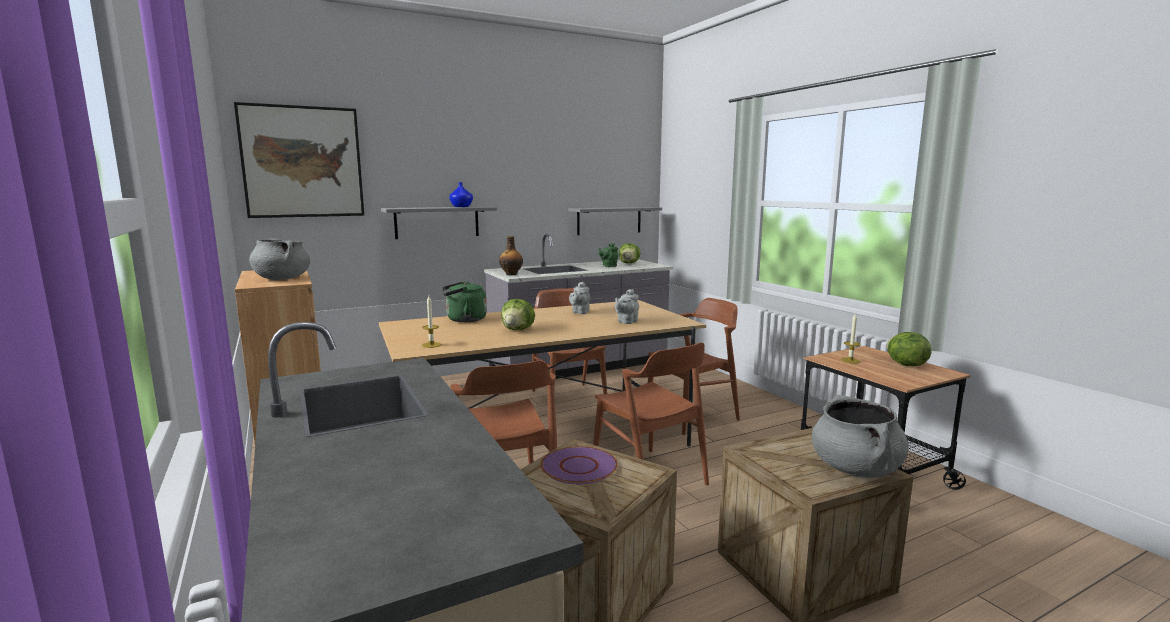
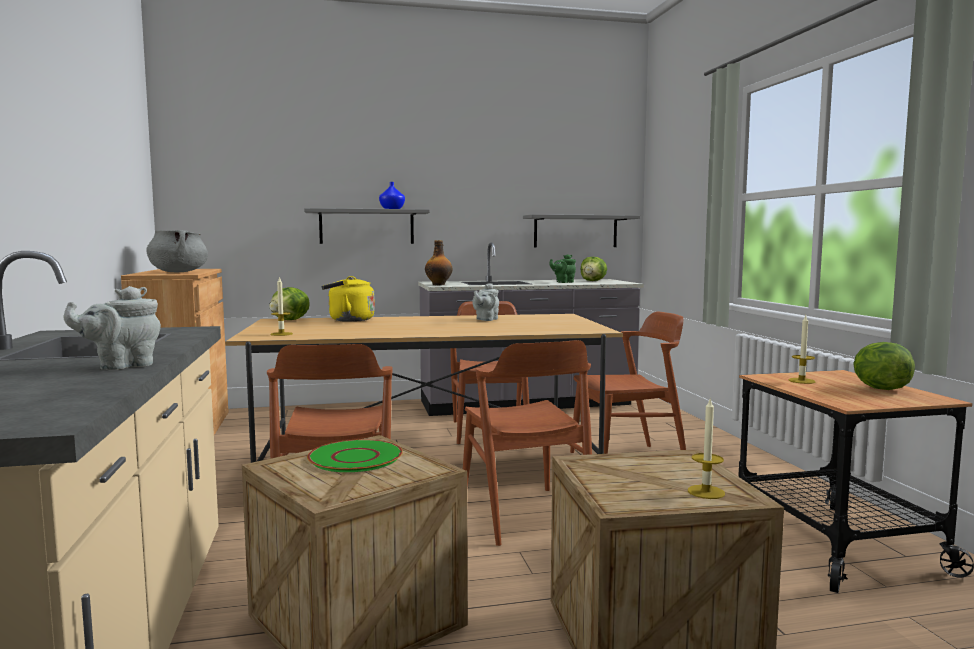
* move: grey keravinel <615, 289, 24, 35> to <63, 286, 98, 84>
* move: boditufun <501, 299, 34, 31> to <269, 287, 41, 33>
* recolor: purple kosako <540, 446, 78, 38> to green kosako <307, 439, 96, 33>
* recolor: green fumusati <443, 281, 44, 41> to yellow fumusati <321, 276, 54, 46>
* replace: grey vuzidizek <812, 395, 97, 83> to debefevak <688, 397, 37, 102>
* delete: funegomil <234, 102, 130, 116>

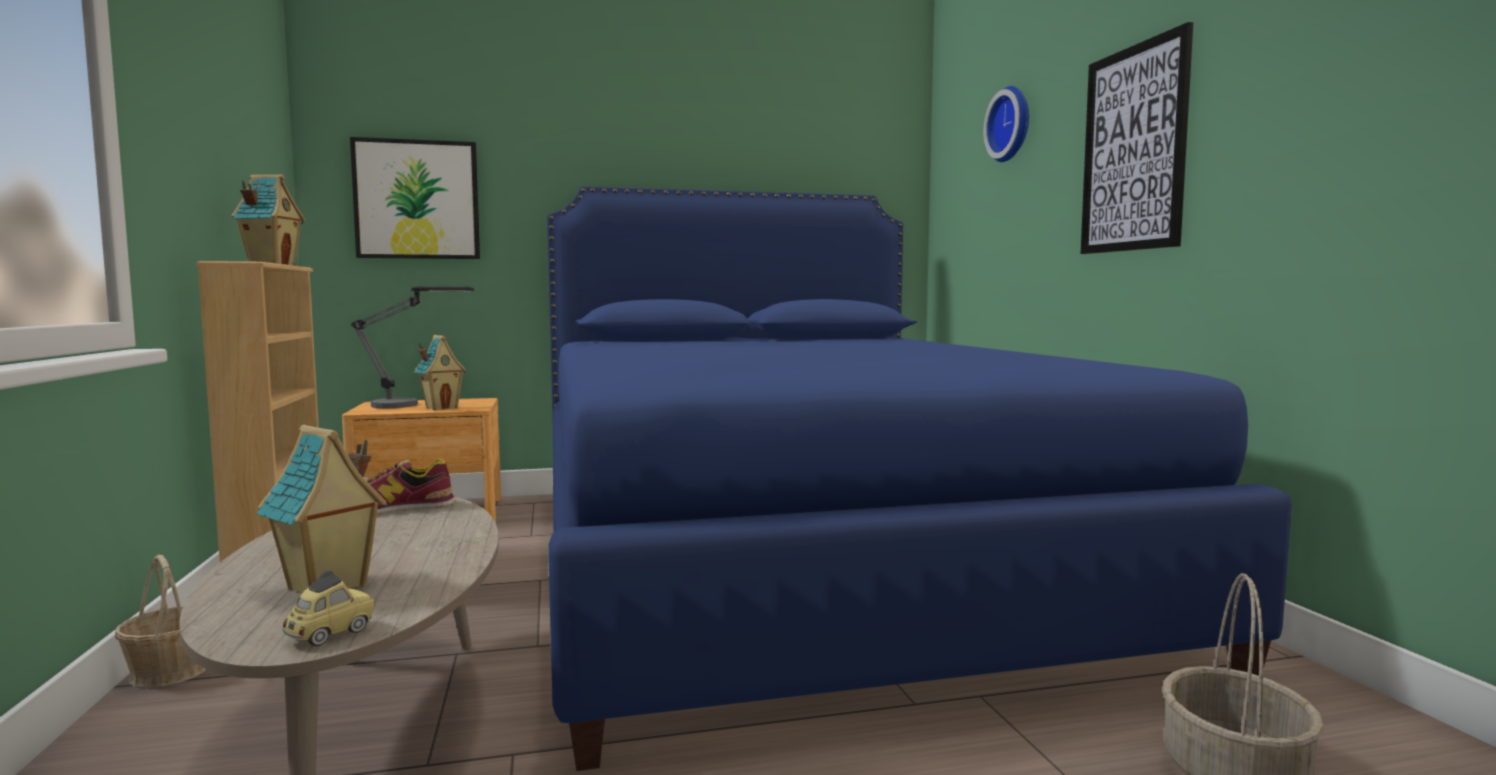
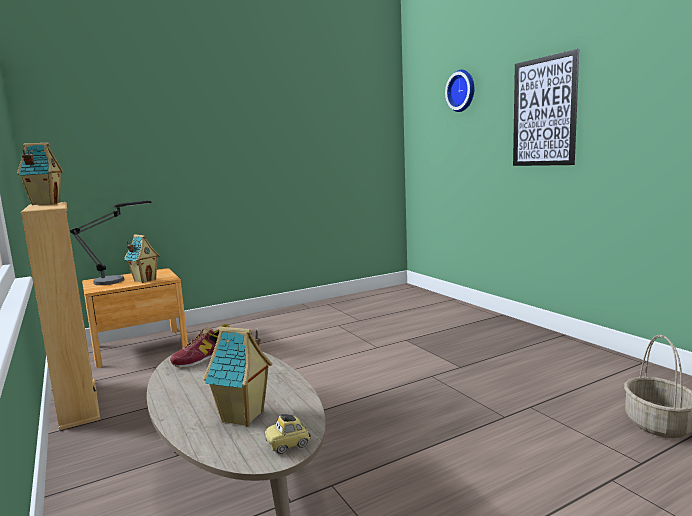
* rotate: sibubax <283, 570, 92, 76> = <264, 414, 47, 40> 135 degrees counterclockwise
* delete: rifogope <115, 555, 91, 133>
* delete: funegomil <350, 137, 130, 122>
* delete: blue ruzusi <547, 186, 745, 585>

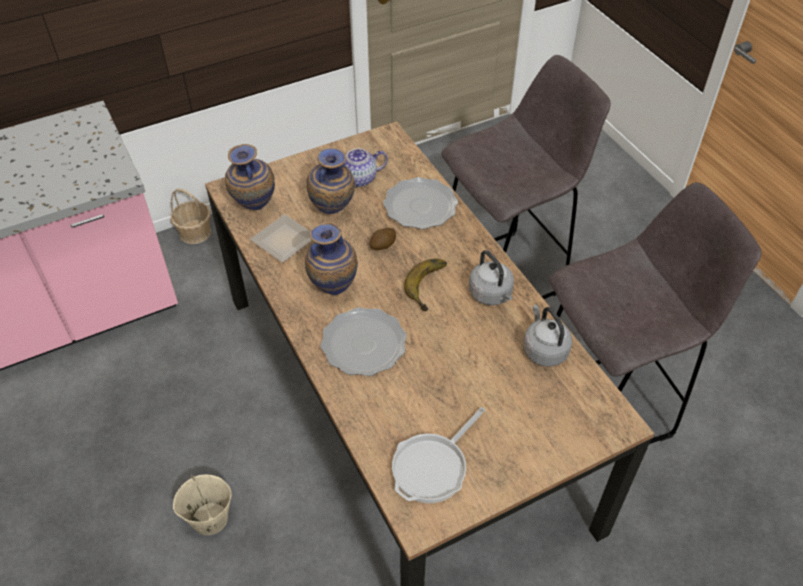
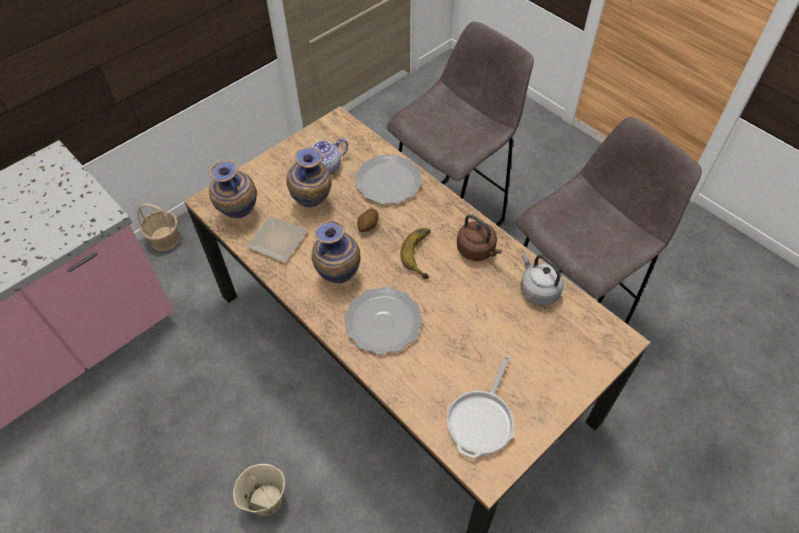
* recolor: grey fumusati <469, 250, 45, 55> to brown fumusati <457, 214, 45, 47>

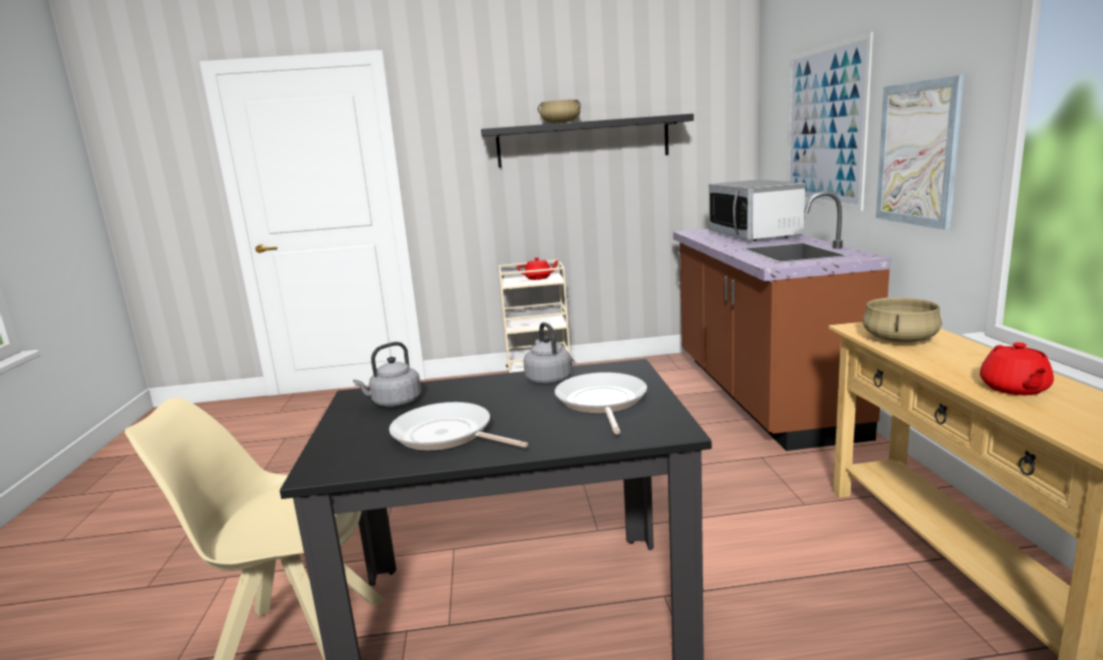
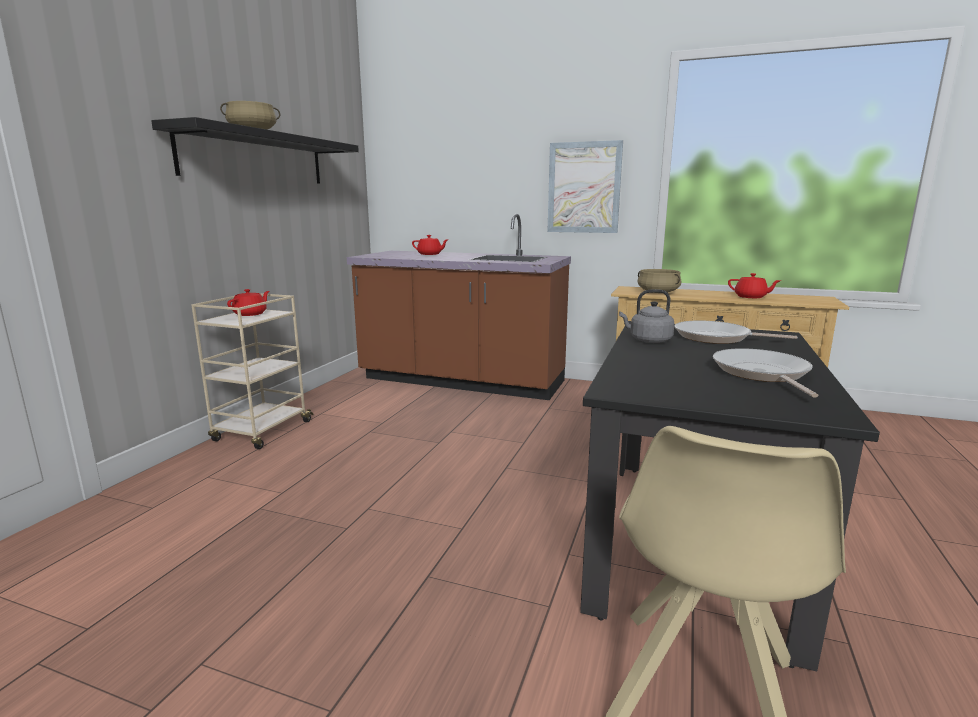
* replace: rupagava <709, 180, 96, 61> to red keravinel <412, 235, 37, 20>
* rotate: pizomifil <389, 402, 139, 49> = <713, 348, 106, 50> 120 degrees clockwise
* delete: grey fumusati <353, 342, 68, 65>
* delete: funegomil <787, 32, 86, 179>

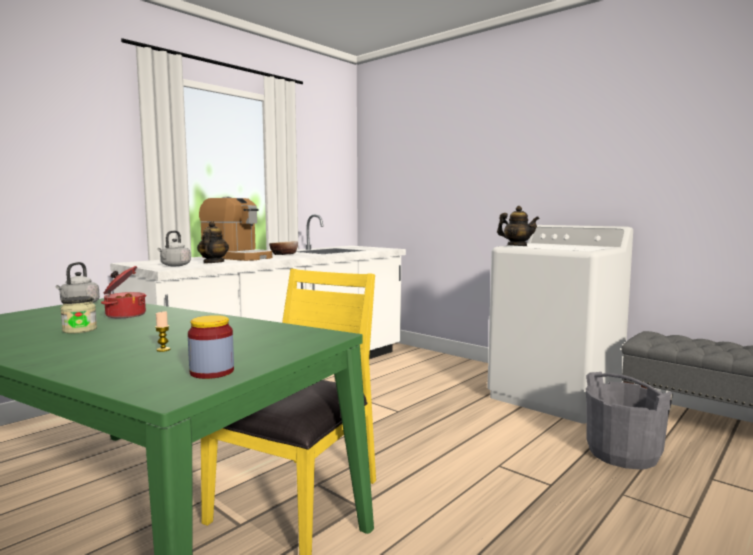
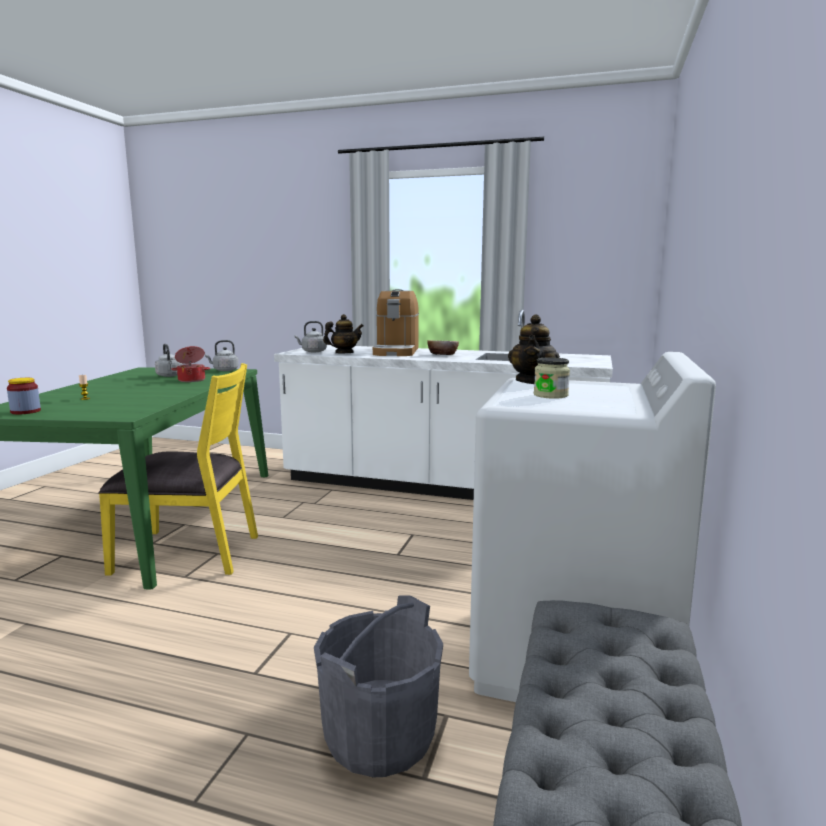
* insert: grey fumusati <155, 344, 27, 33>
* move: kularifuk <60, 296, 37, 37> to <534, 358, 36, 41>

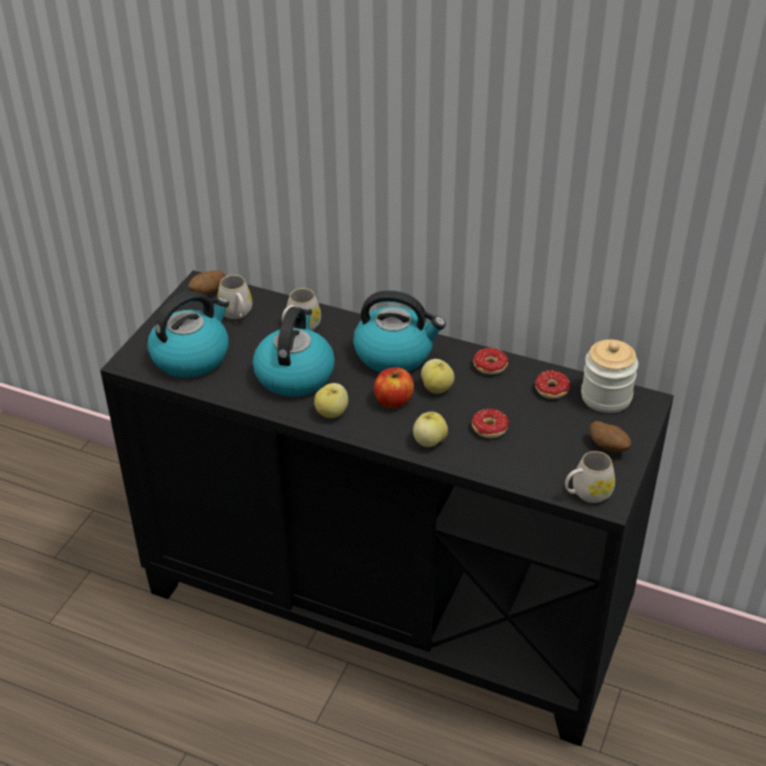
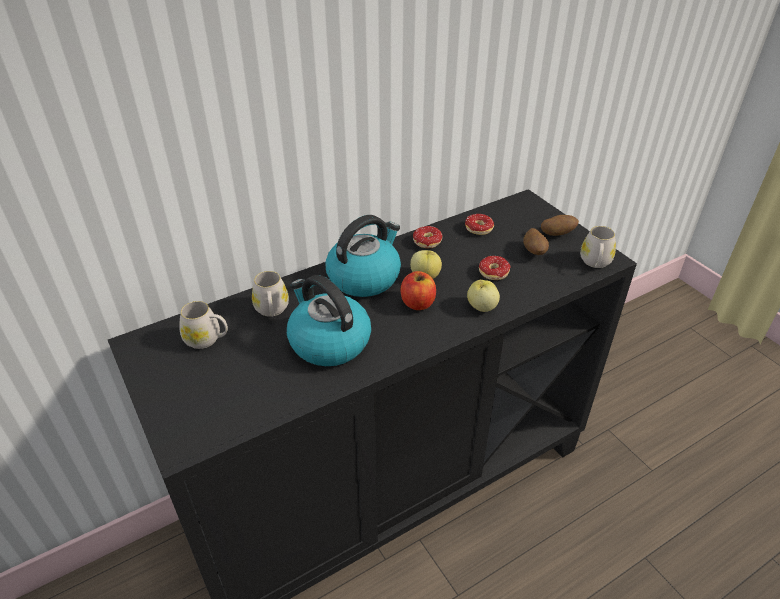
* move: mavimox <188, 271, 37, 24> to <523, 228, 26, 27>
* delete: fumusati <148, 291, 81, 87>
* delete: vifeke <314, 383, 34, 35>
* delete: kularifuk <581, 339, 57, 74>

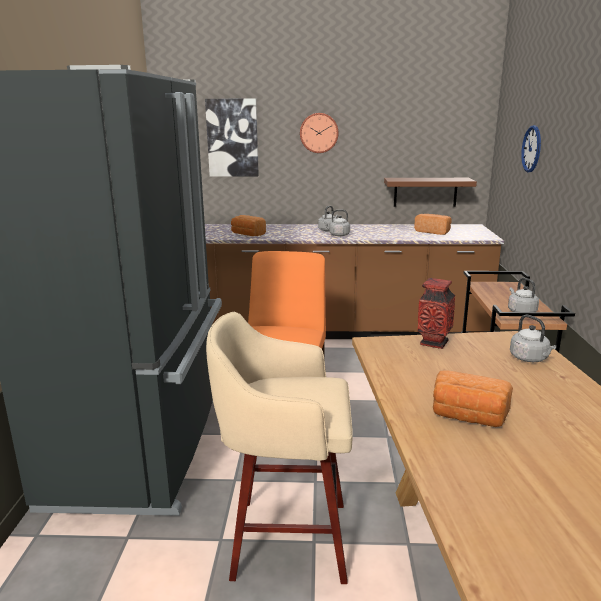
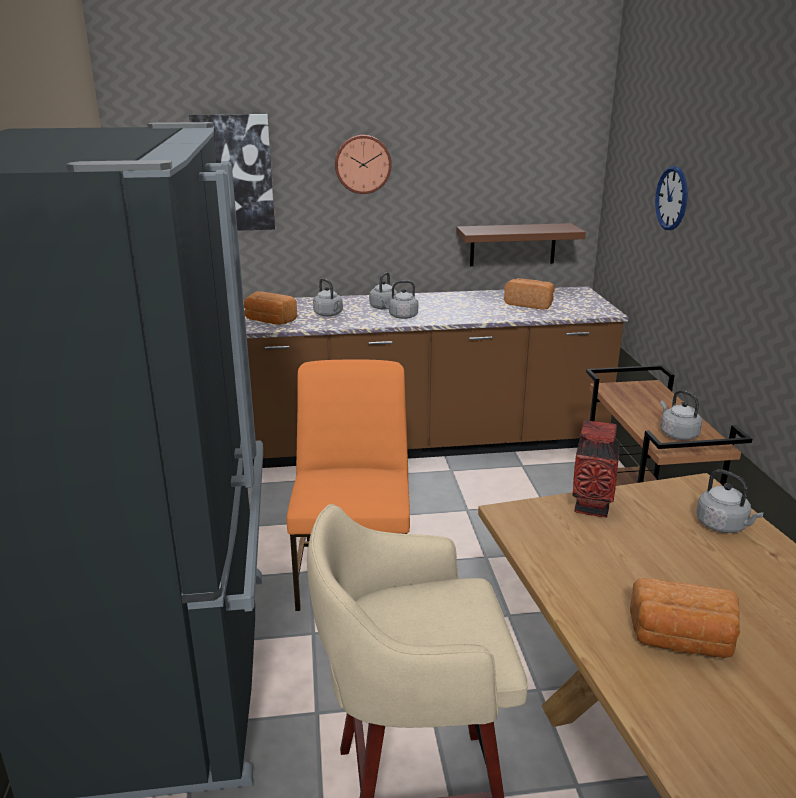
* insert: grey fumusati <313, 278, 30, 38>

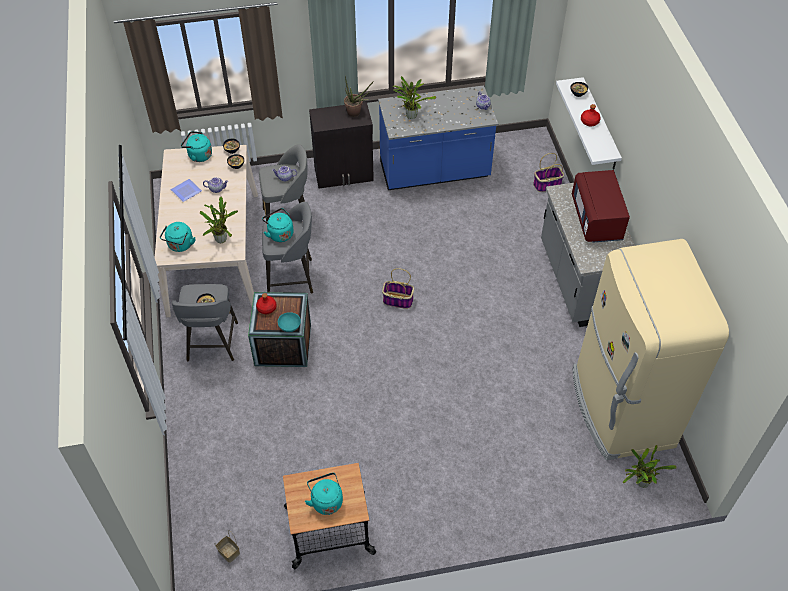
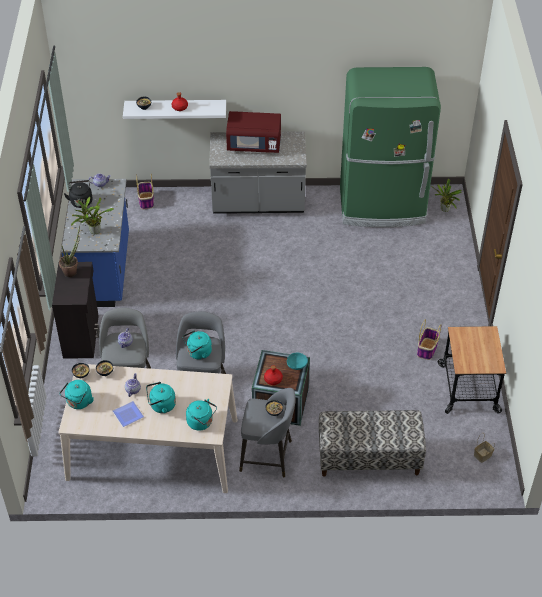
* insert: black fumusati <64, 180, 28, 28>
* move: turquoise fumusati <305, 473, 38, 42> to <146, 382, 30, 31>
* insert: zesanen <319, 410, 107, 67>
* recolor: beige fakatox <573, 239, 156, 221> to green fakatox <340, 67, 101, 160>
* move: rifogope <382, 268, 32, 41> to <417, 319, 24, 41>
* delete: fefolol <200, 197, 38, 46>

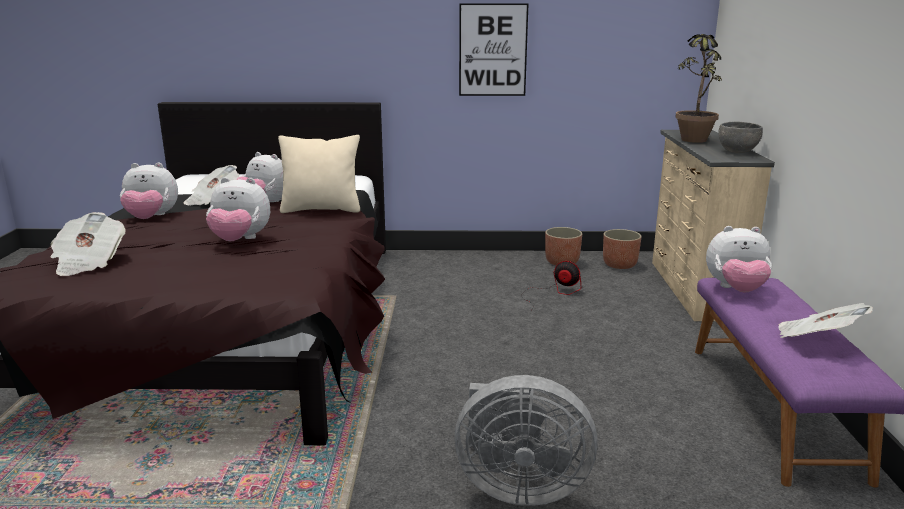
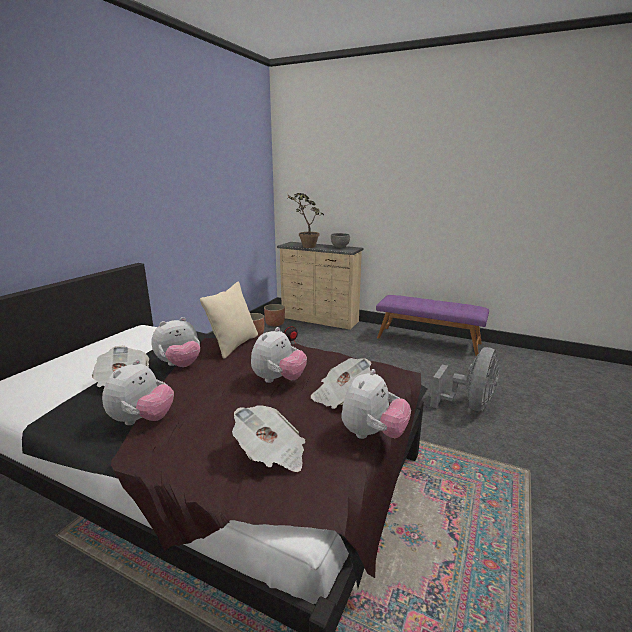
* move: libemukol <778, 303, 95, 35> to <311, 358, 61, 51>
* move: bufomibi <706, 226, 66, 67> to <341, 369, 70, 70>
* delete: funegomil <459, 3, 70, 93>

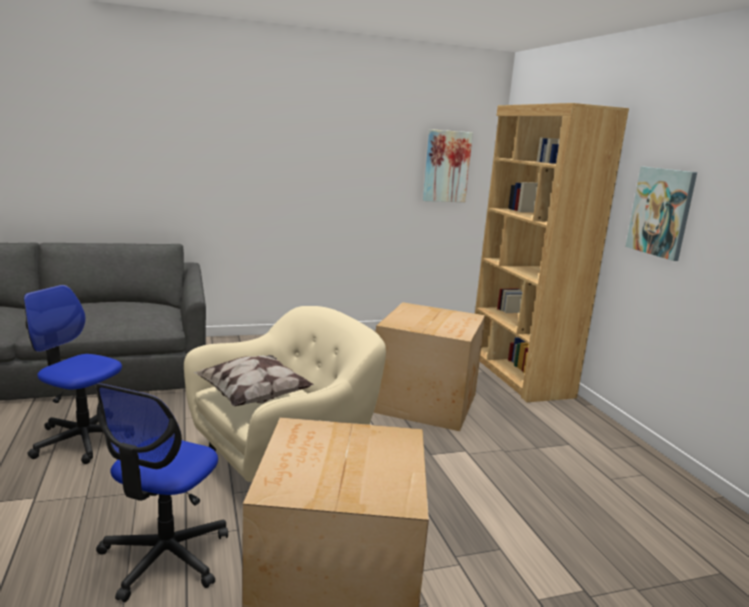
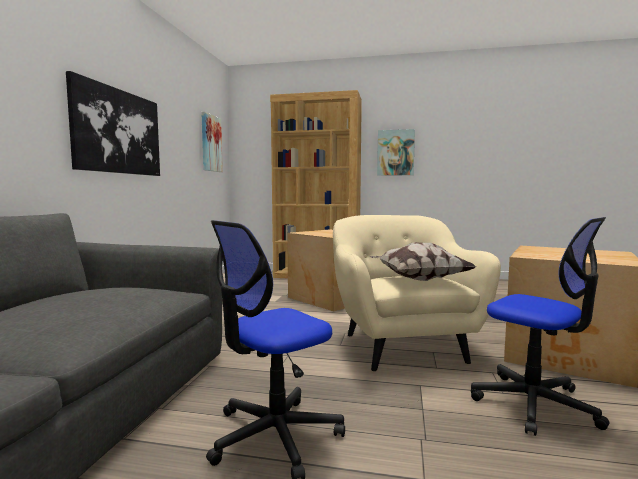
* insert: funegomil <66, 71, 94, 105>

